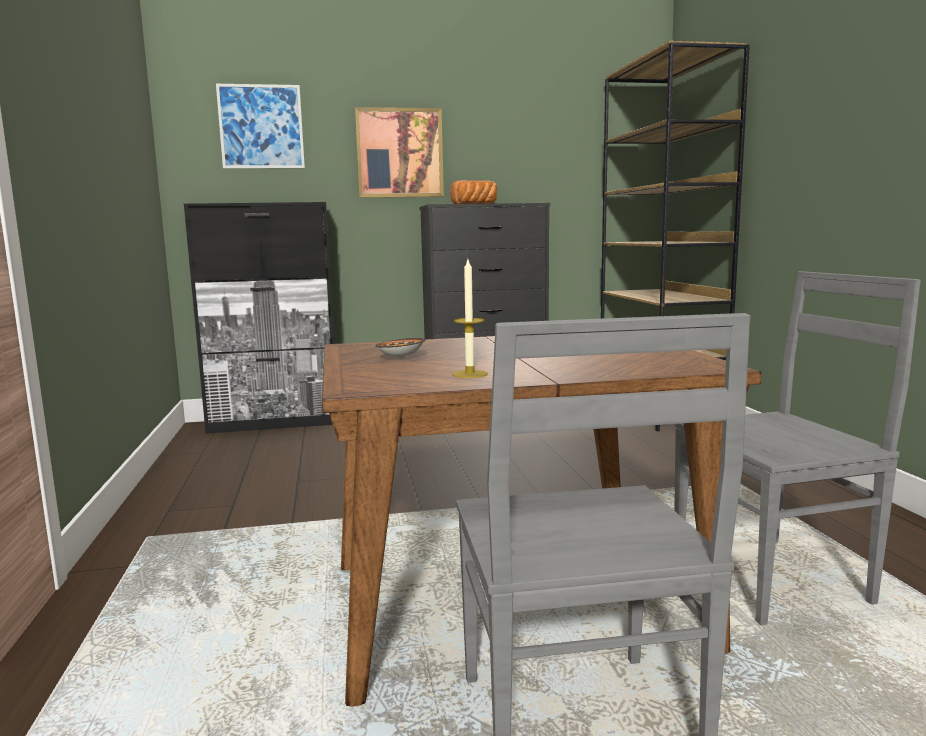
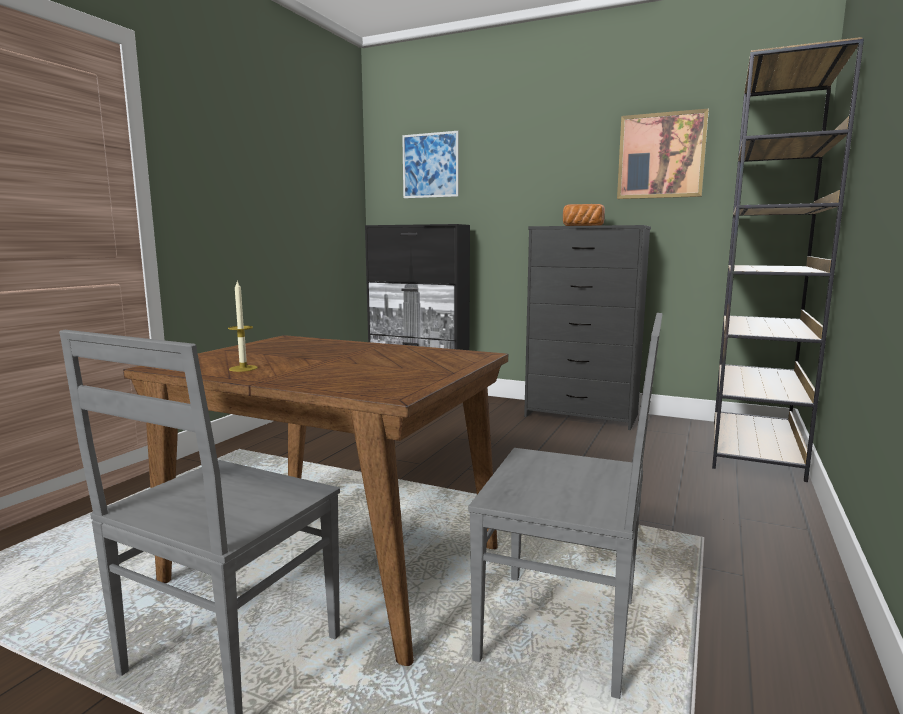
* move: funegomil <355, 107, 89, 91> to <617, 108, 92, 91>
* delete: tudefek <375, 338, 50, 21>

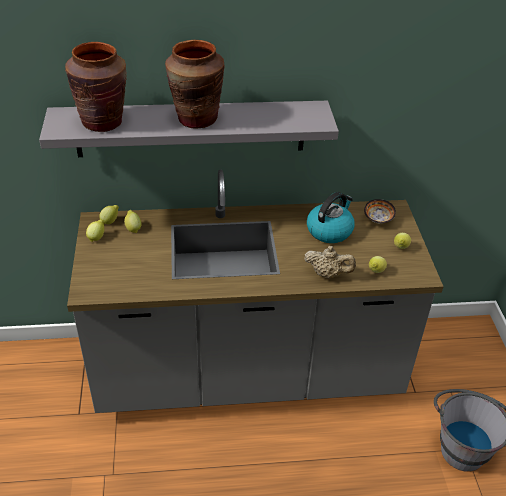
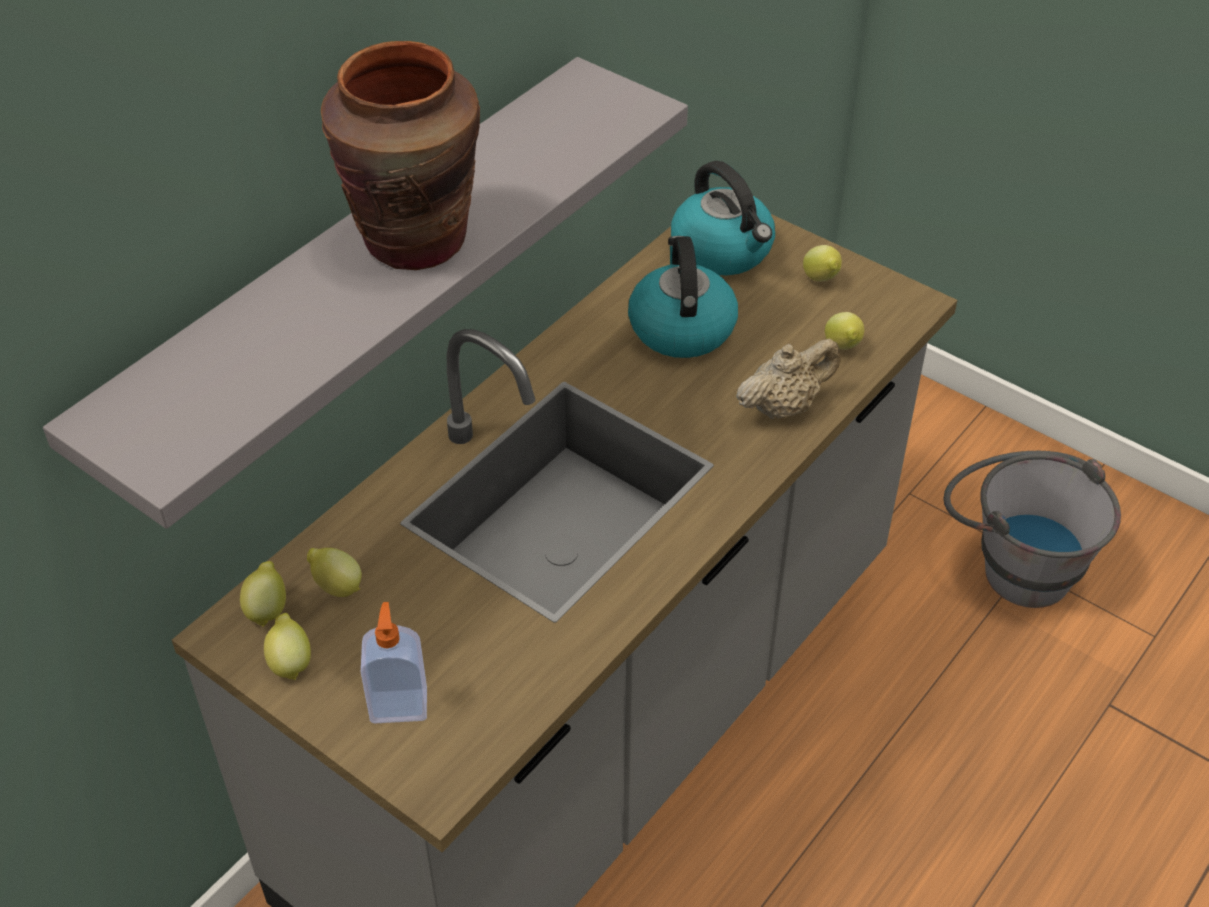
* insert: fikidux <361, 602, 66, 122>
* replace: tudefek <364, 199, 32, 25> to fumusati <671, 161, 104, 114>
* delete: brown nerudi <65, 42, 62, 90>

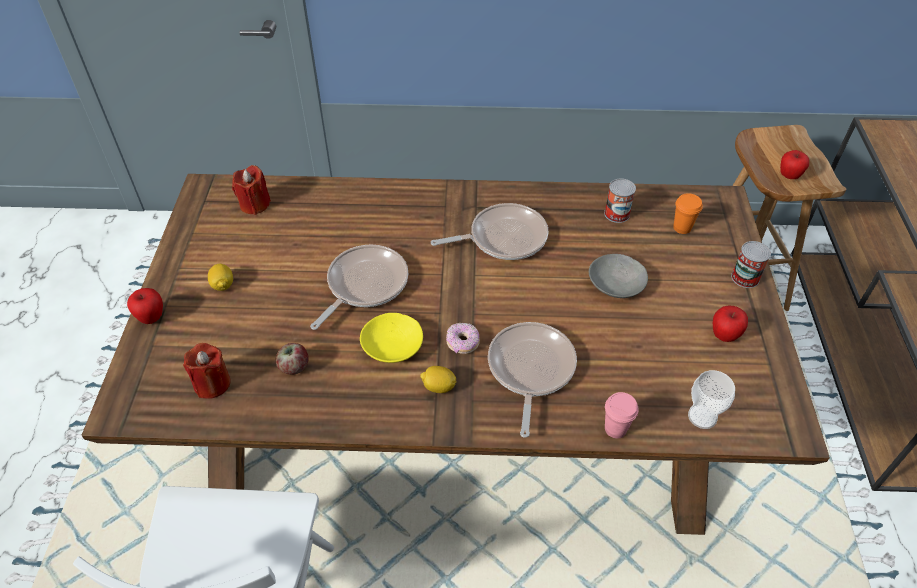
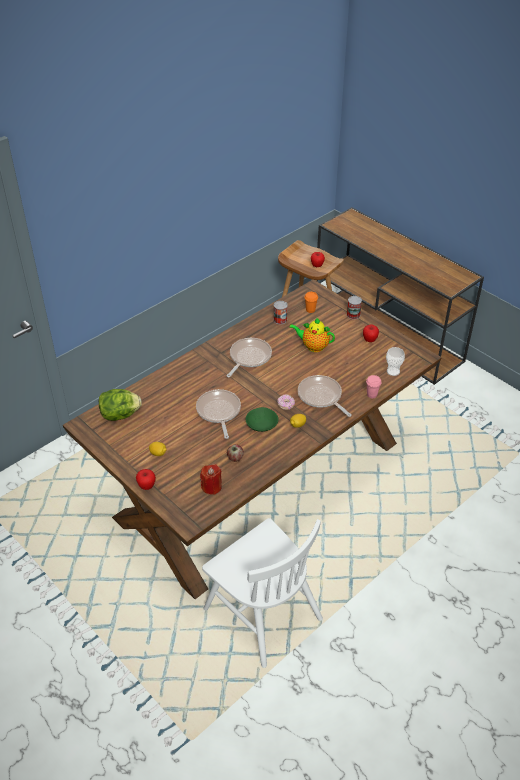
* replace: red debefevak <232, 165, 39, 50> to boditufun <99, 389, 43, 32>
* recolor: yellow tudefek <360, 313, 63, 50> to green tudefek <246, 407, 33, 25>
* replace: grey tudefek <589, 254, 59, 44> to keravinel <289, 317, 46, 35>

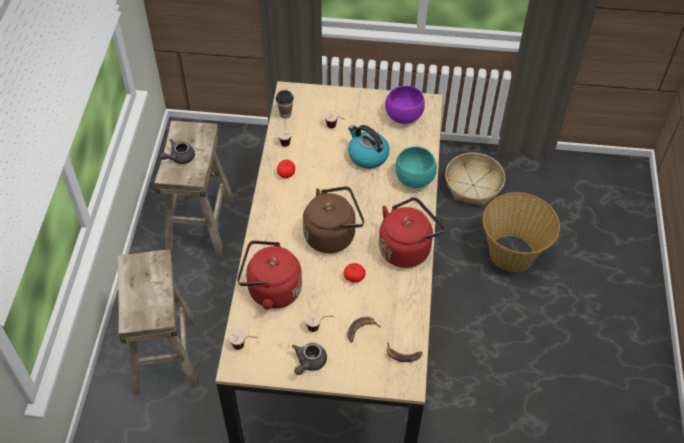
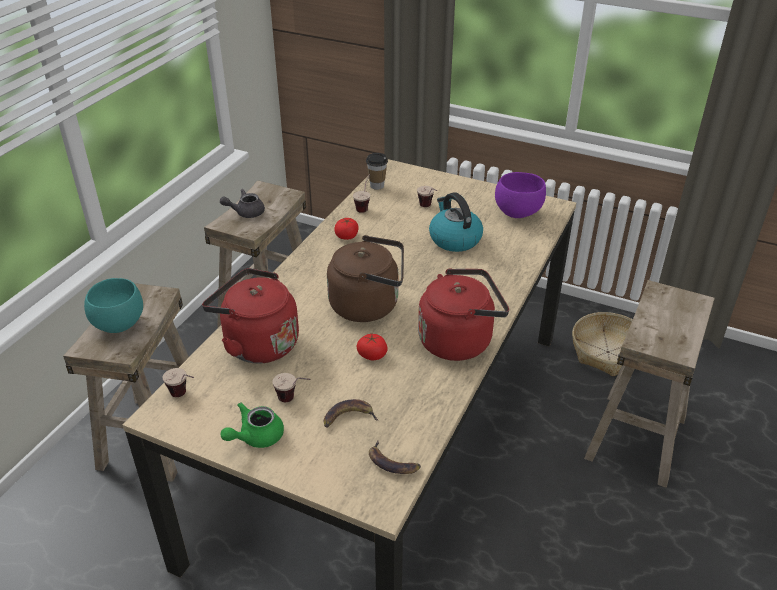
* move: turquoise tudefek <395, 146, 42, 42> to <84, 278, 59, 55>
* recolor: grey keravinel <292, 343, 35, 32> to green keravinel <221, 402, 63, 46>
* replace: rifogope <483, 192, 77, 80> to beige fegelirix <584, 280, 131, 208>

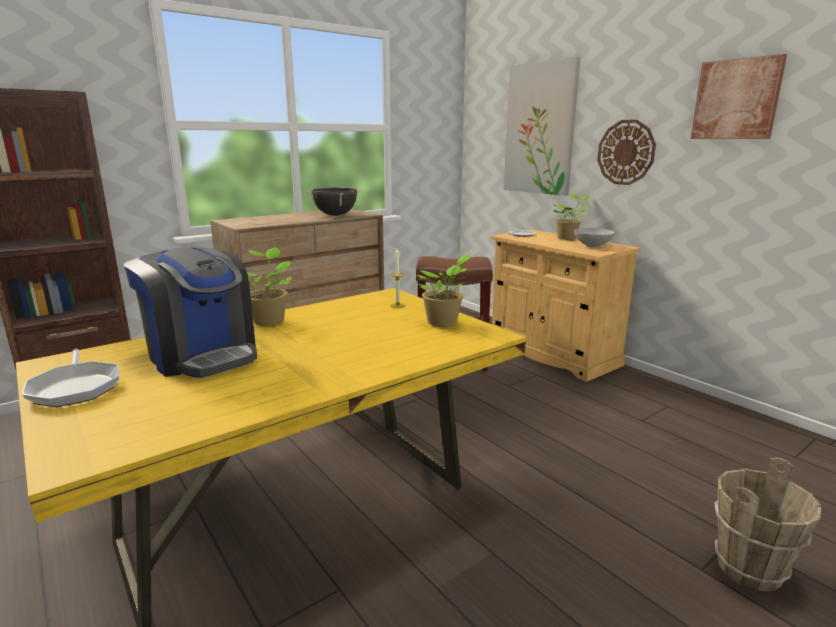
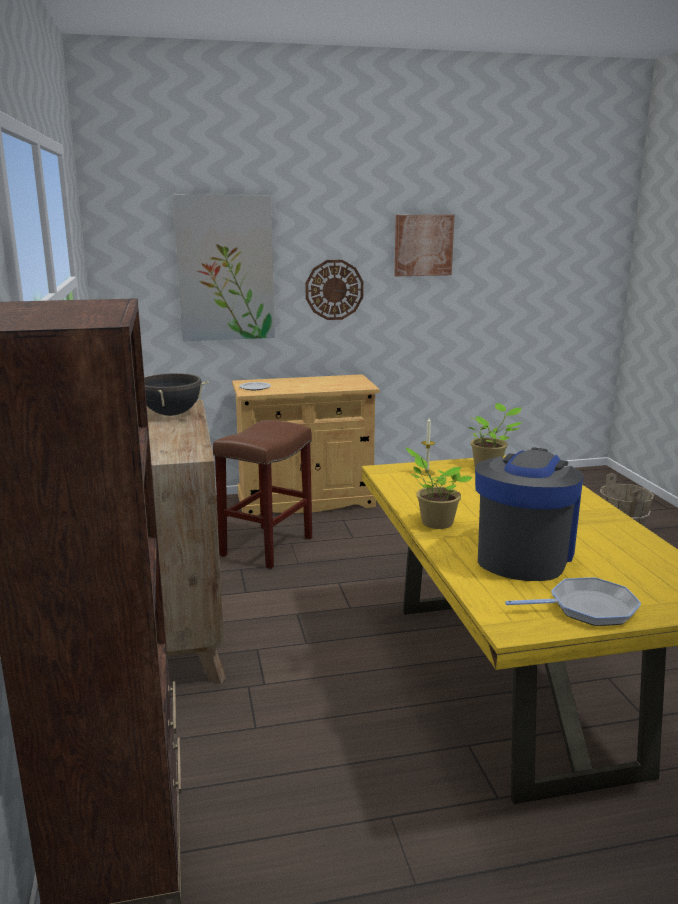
* rotate: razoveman <124, 247, 133, 131> = <475, 448, 109, 133> 45 degrees counterclockwise
* delete: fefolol <553, 194, 38, 46>
* delete: grey tudefek <573, 228, 43, 20>

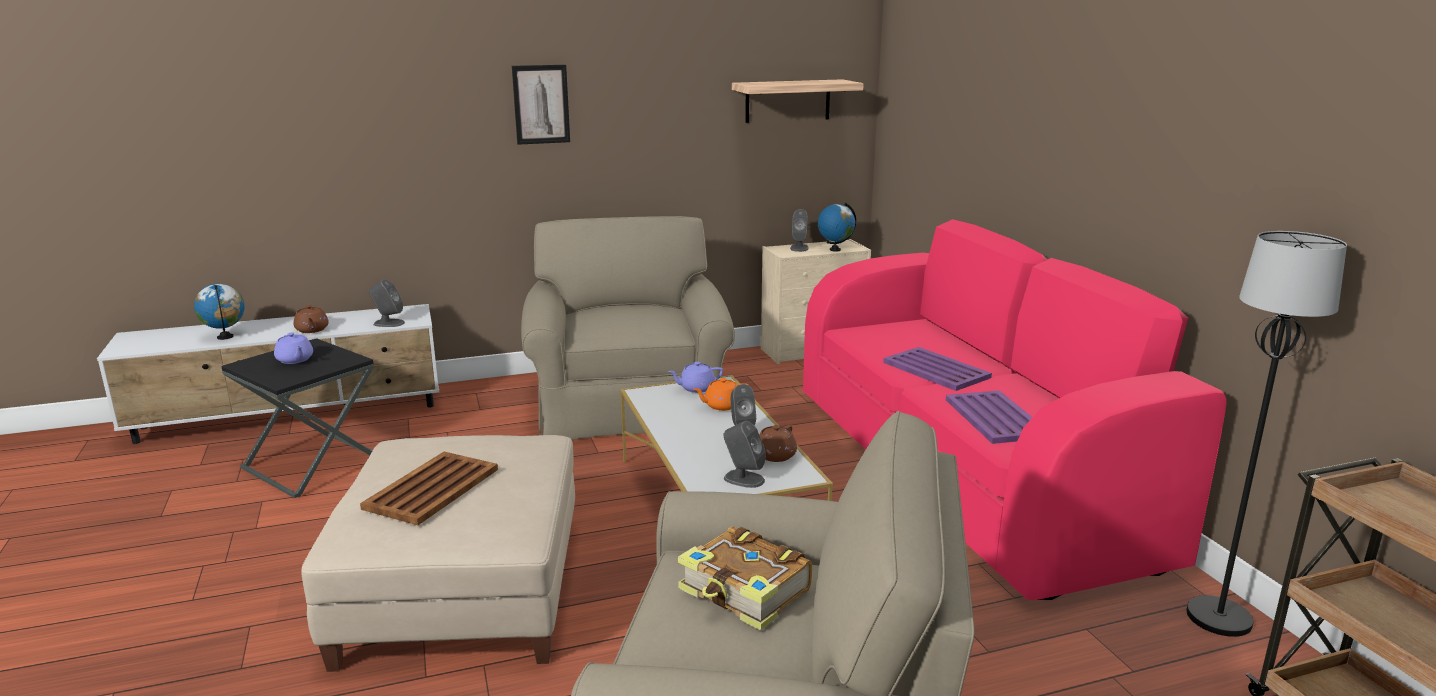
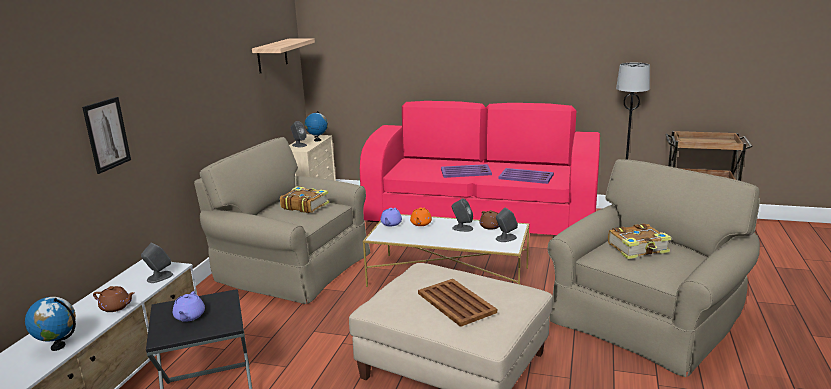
* move: funegomil <512, 65, 58, 80> to <82, 97, 49, 77>
* rotate: purple keravinel <274, 333, 39, 31> = <173, 291, 32, 31> 90 degrees clockwise
* insert: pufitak <280, 186, 49, 27>

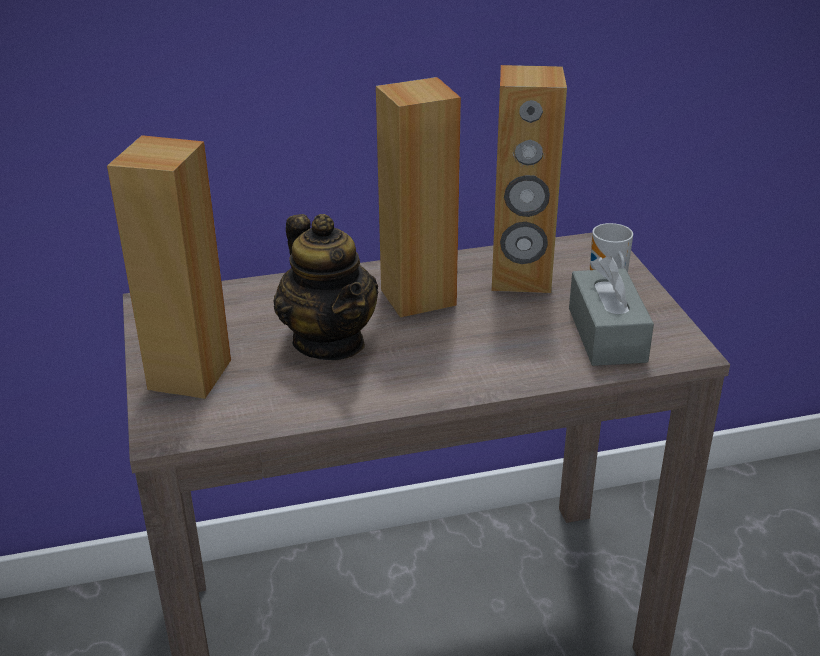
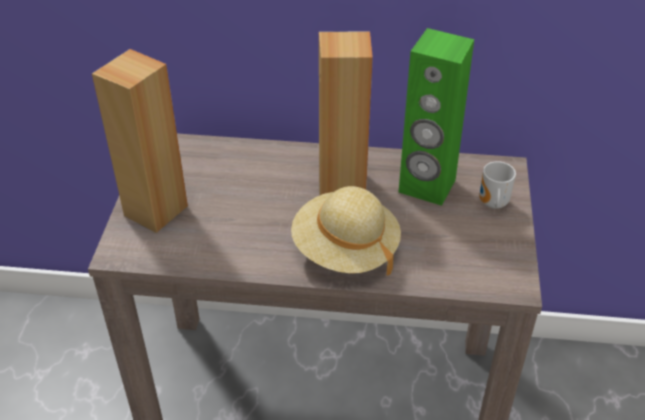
* insert: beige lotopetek <291, 186, 110, 90>
* recolor: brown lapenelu <492, 65, 75, 228> to green lapenelu <399, 28, 75, 178>
* delete: keravinel <274, 214, 105, 146>
* delete: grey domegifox <569, 255, 85, 111>

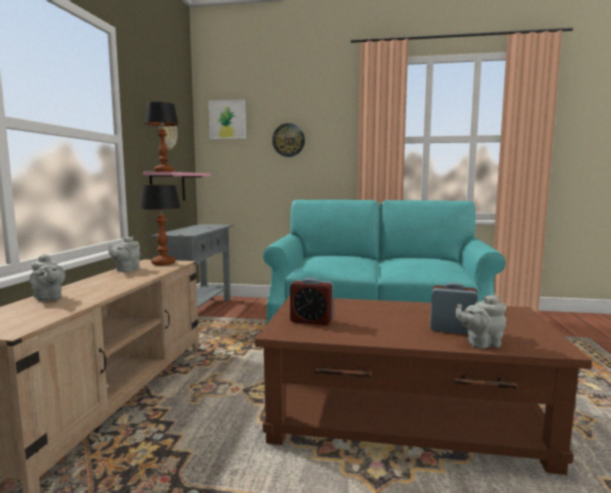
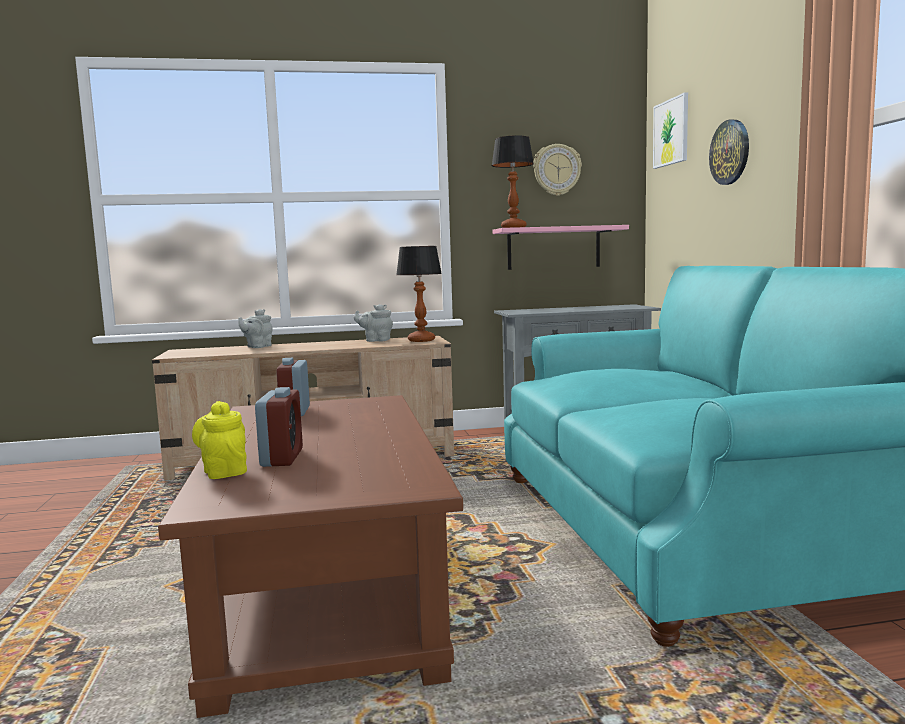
* recolor: grey keravinel <455, 295, 52, 54> to yellow keravinel <192, 401, 55, 78>

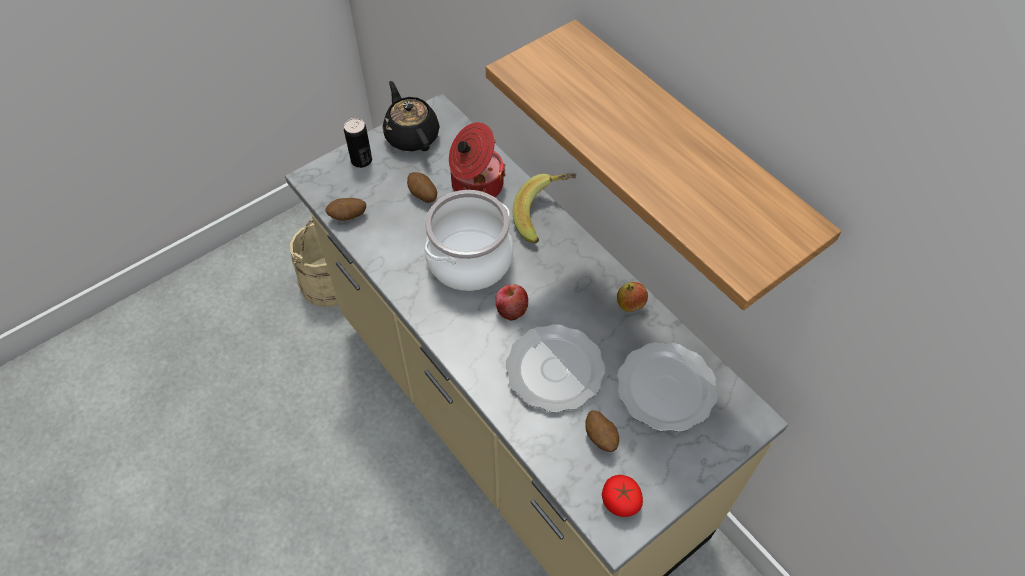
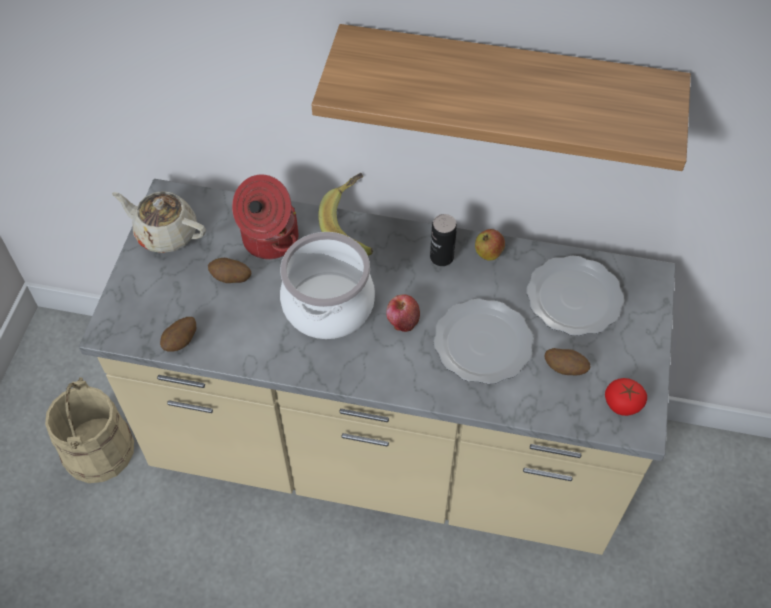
* recolor: black keravinel <383, 81, 57, 70> to beige keravinel <112, 191, 94, 62>
* move: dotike <344, 118, 28, 50> to <430, 214, 27, 52>

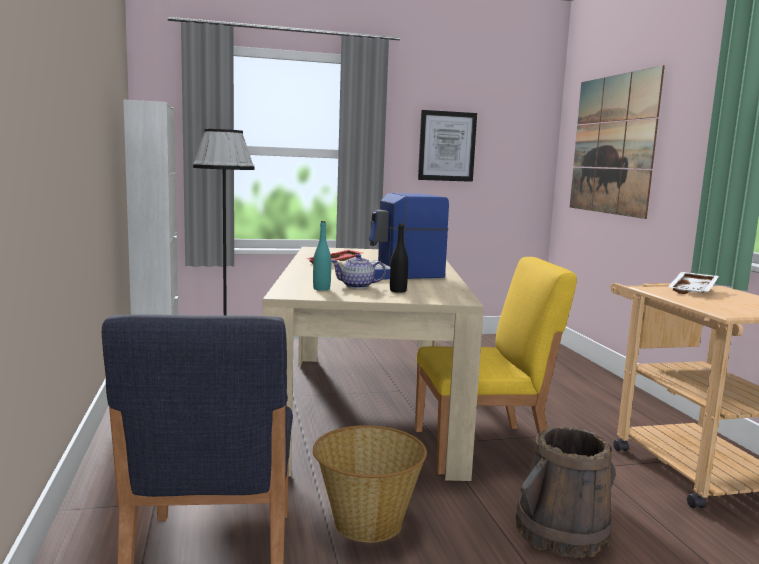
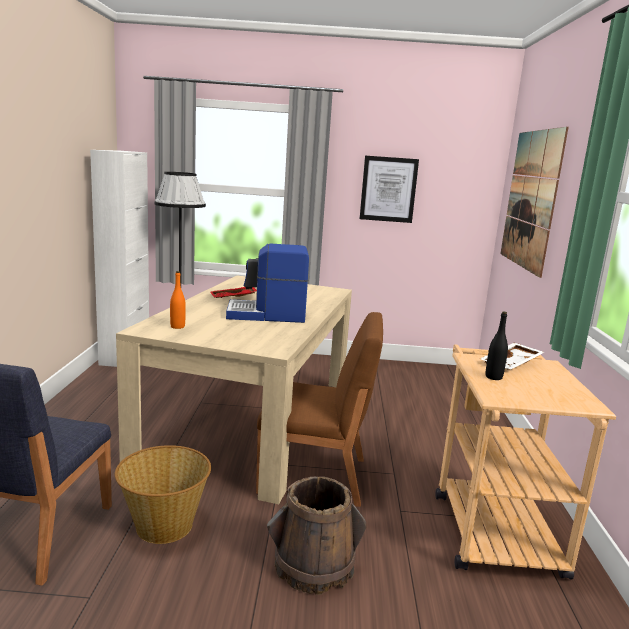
* recolor: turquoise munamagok <313, 221, 18, 70> to orange munamagok <170, 271, 16, 58>
* recolor: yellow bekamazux <415, 257, 162, 218> to brown bekamazux <256, 312, 127, 195>
* move: black munamagok <390, 223, 18, 70> to <486, 311, 22, 69>
* delete: keravinel <331, 254, 55, 35>

